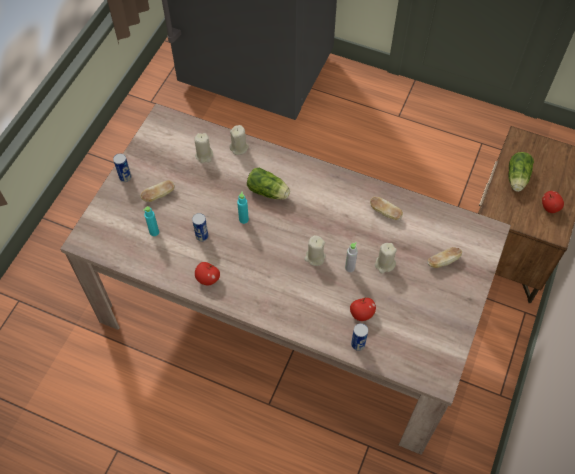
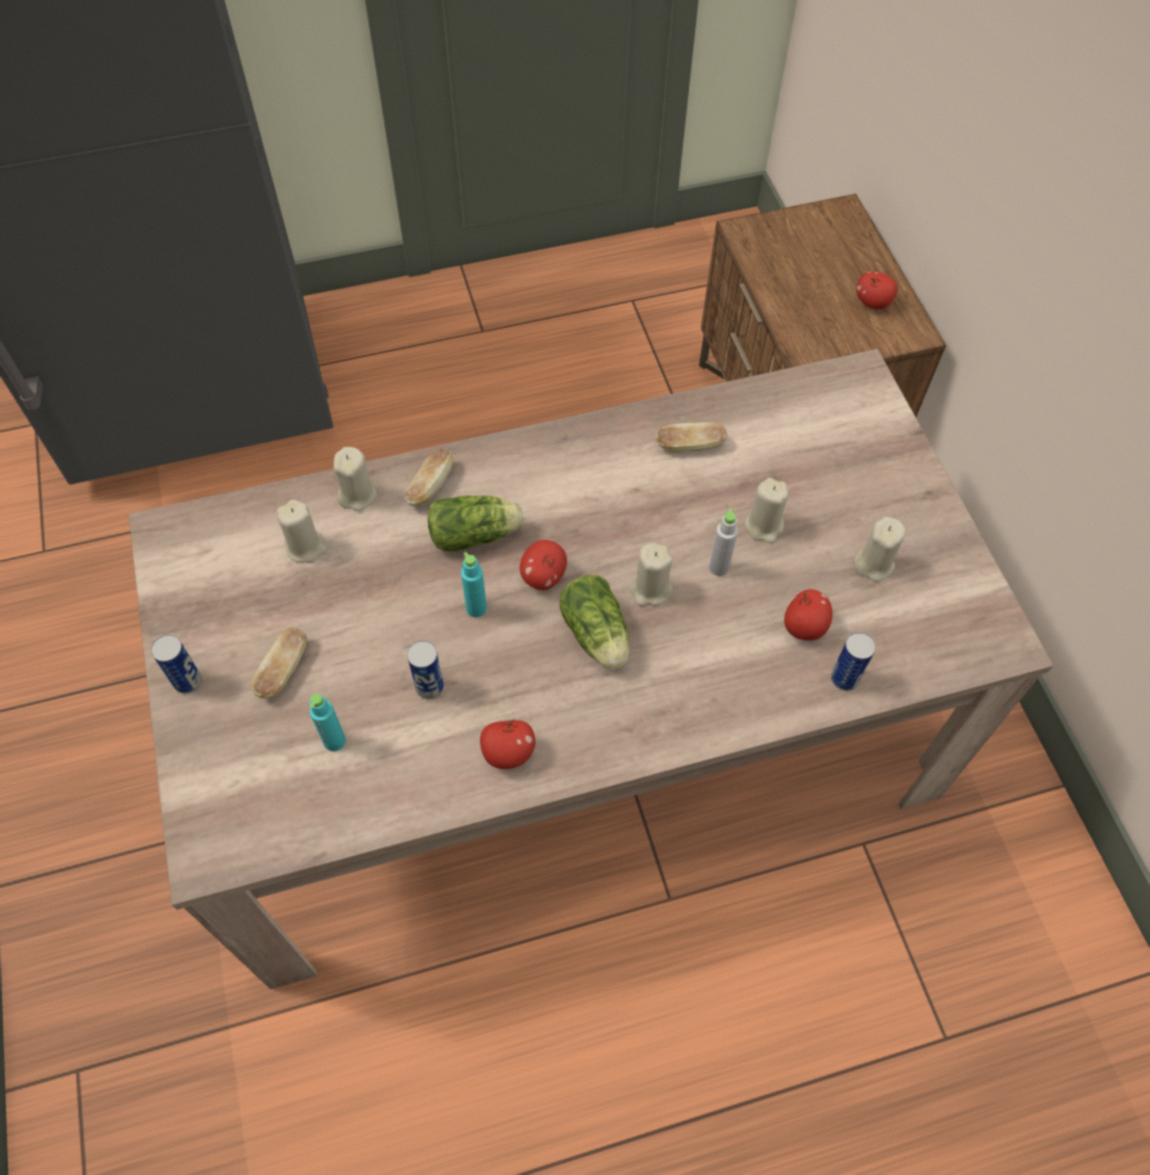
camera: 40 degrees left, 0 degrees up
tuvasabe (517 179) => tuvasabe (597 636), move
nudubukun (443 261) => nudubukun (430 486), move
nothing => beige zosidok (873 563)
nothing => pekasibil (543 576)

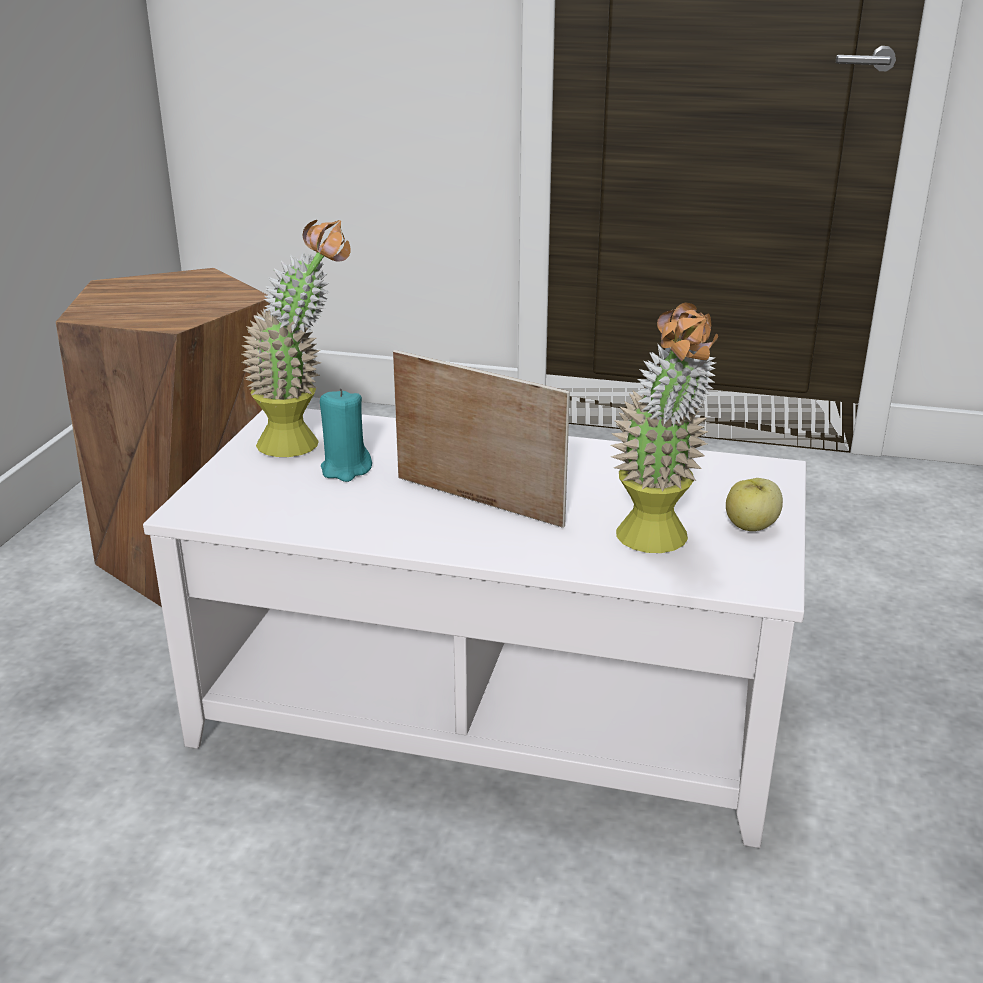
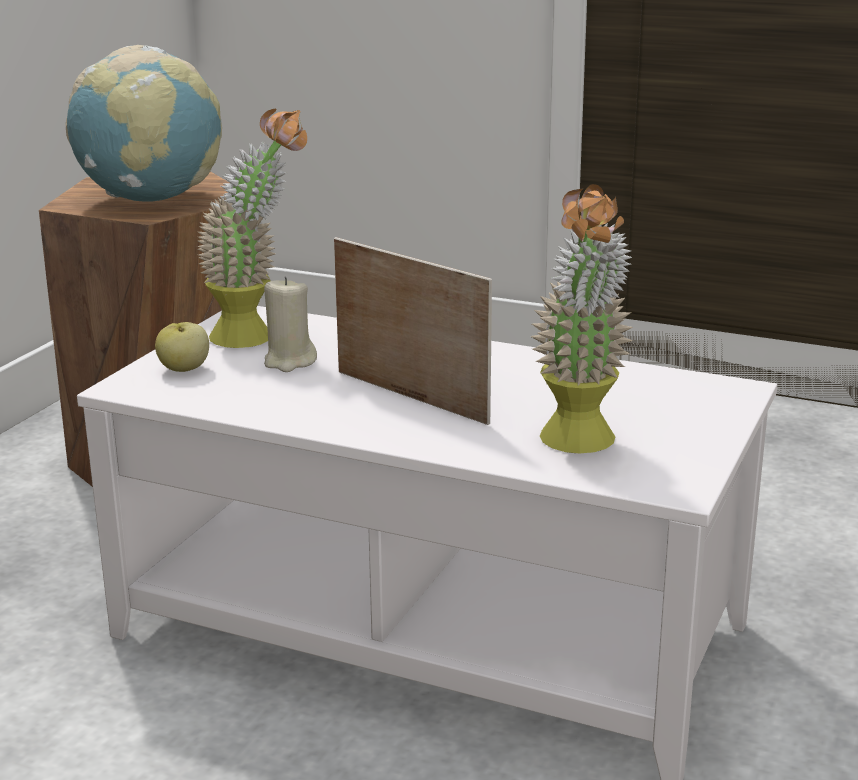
camera: 10 degrees right, 5 degrees down
turquoise zosidok (346 469) => beige zosidok (289 362)
pekasibil (751 527) => pekasibil (184 369), move
nothing => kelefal (151 200)

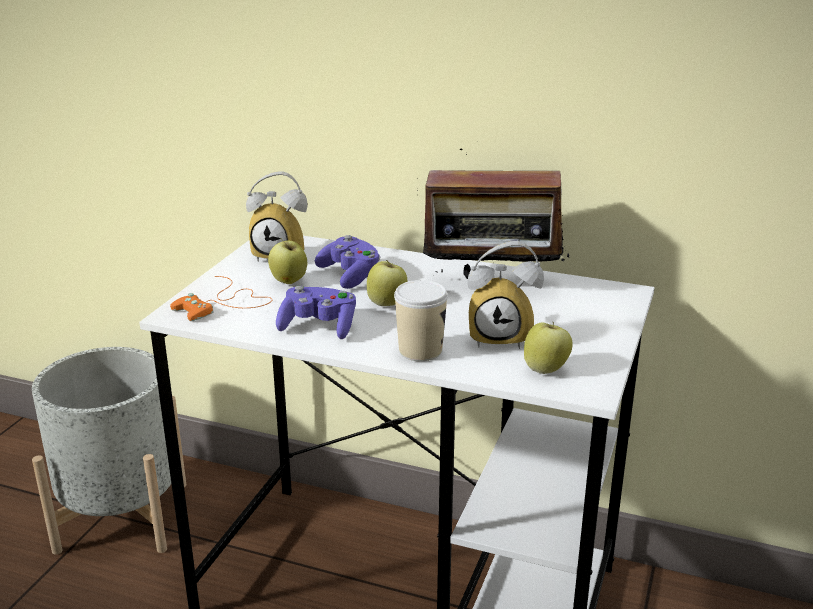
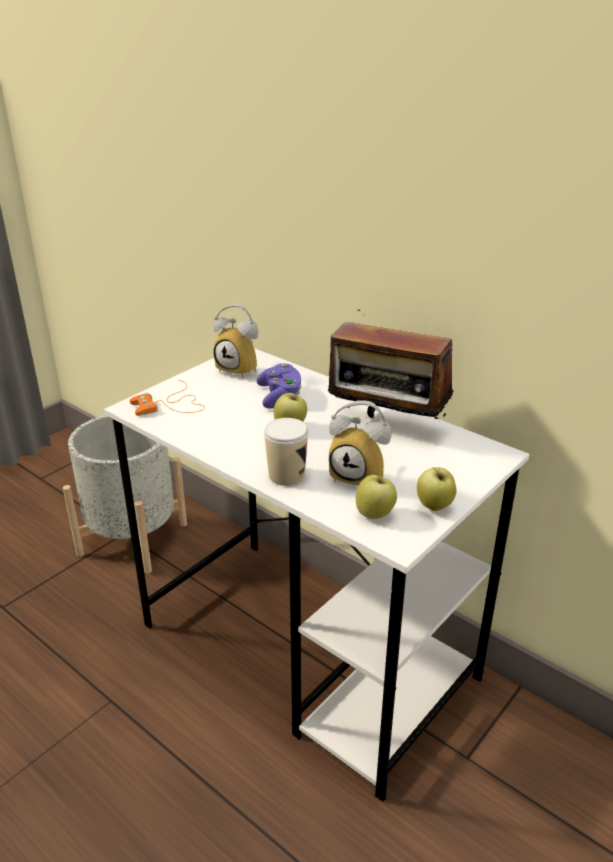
camera: 20 degrees right, 5 degrees up
pekasibil (289 282) => pekasibil (434 507), move
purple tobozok (319 327) => nothing

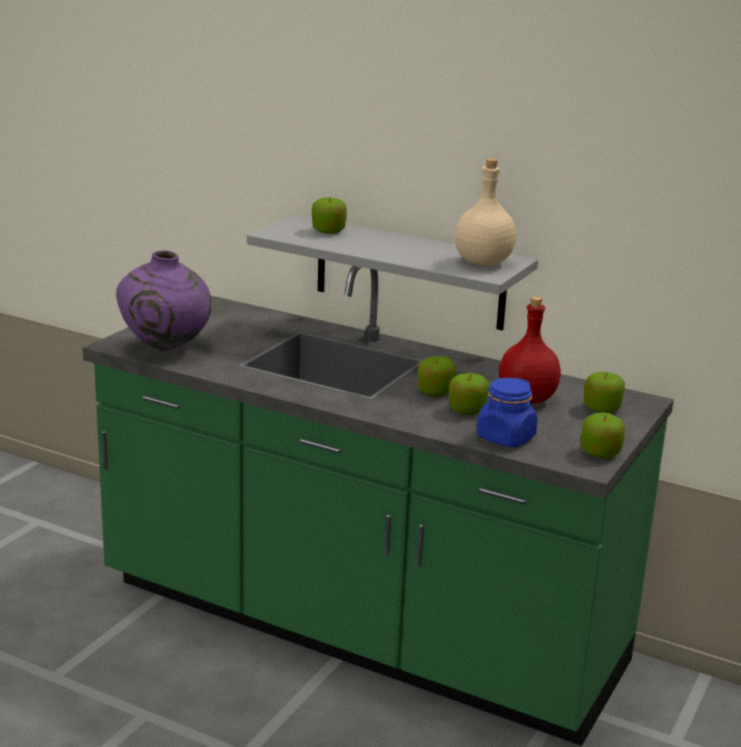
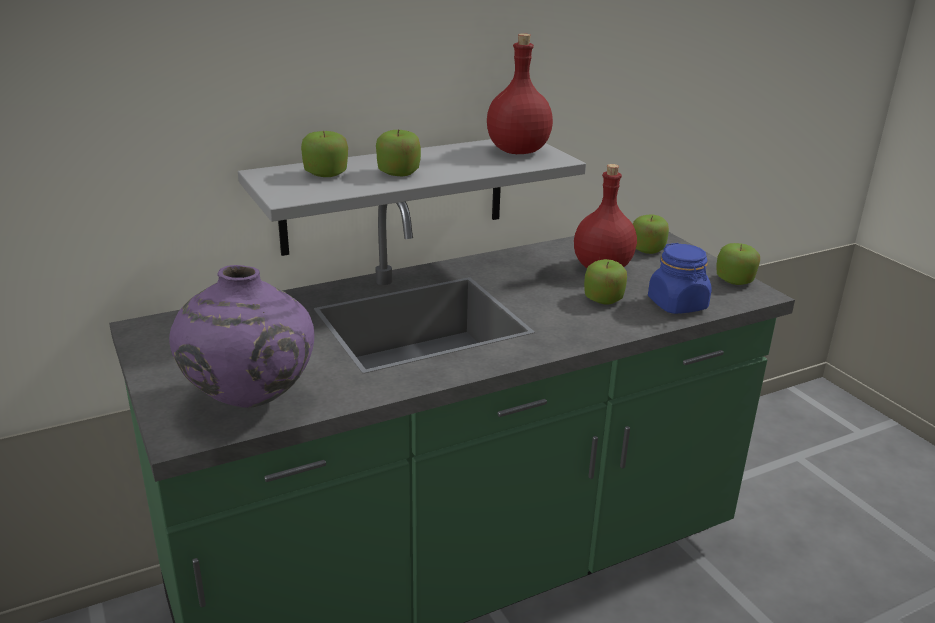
camera: 55 degrees left, 5 degrees up
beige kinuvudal (484 263) => red kinuvudal (519 151)
pekasibil (435 392) => pekasibil (398 172), move

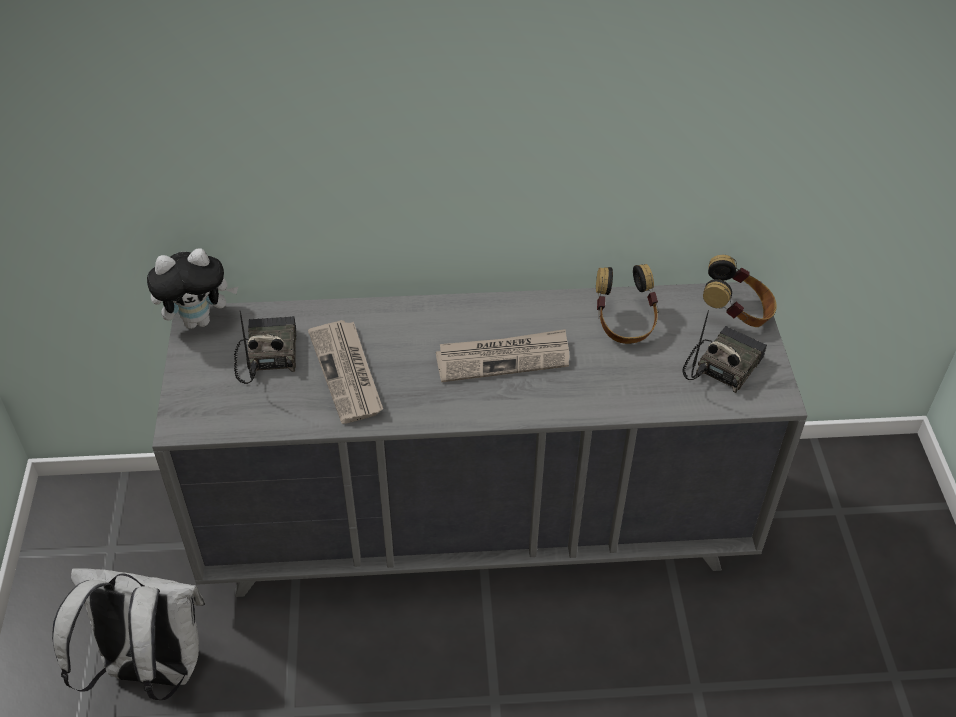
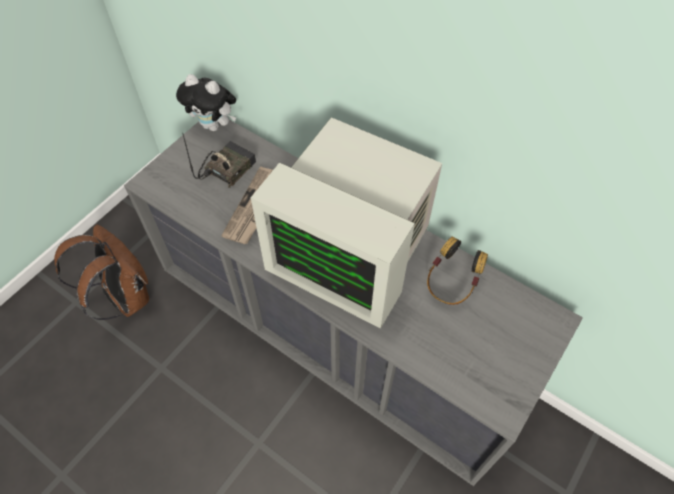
camera: 40 degrees right, 10 degrees up
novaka (736 313) => nothing
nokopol (722 365) => nothing
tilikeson (503 358) => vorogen (351 257)
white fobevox (150 669) => brown fobevox (124 297)

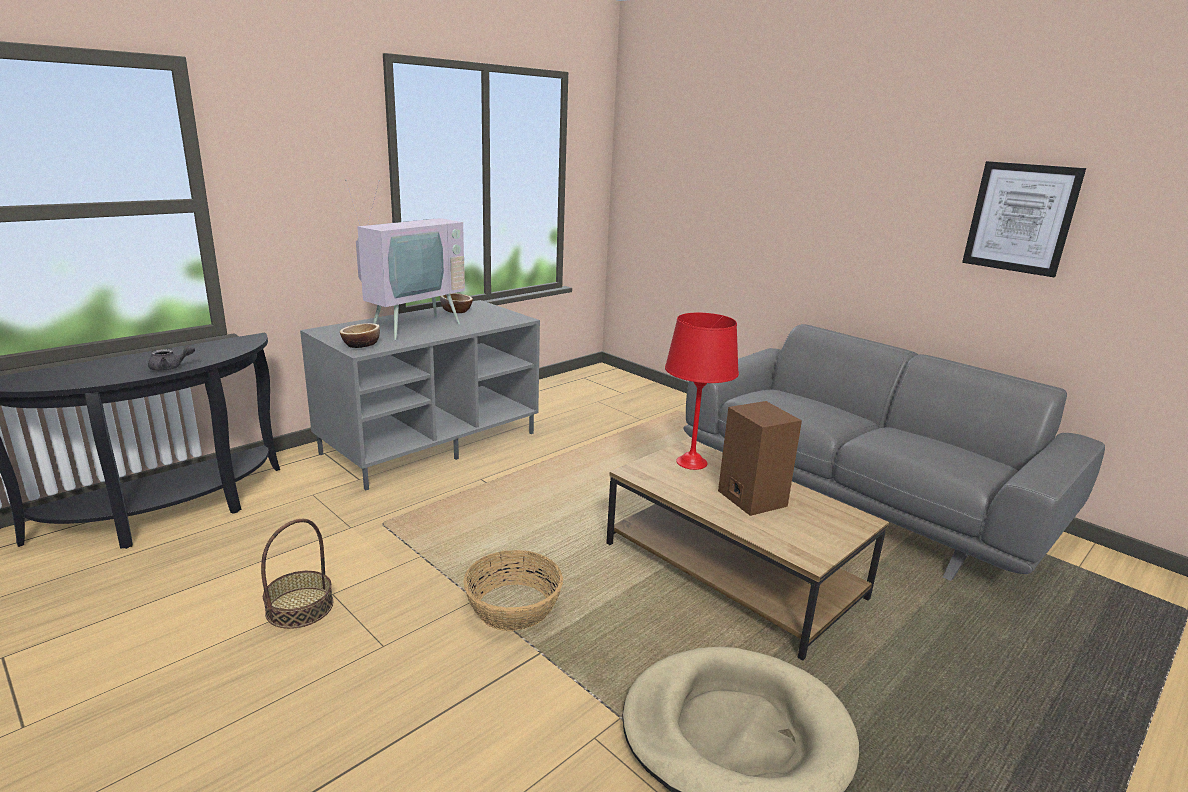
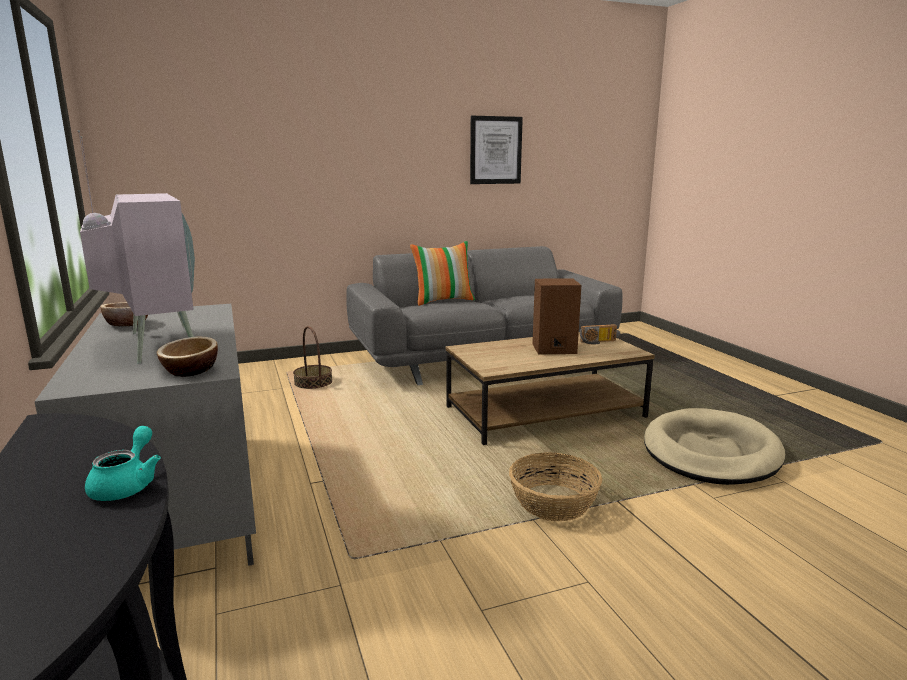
camera: 65 degrees left, 5 degrees down
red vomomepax (691 462) => nothing
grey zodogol (170 368) => turquoise zodogol (127 484)
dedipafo (299 607) => dedipafo (313 383), move
nothing => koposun (443 301)
nothing => nokopol (598 342)

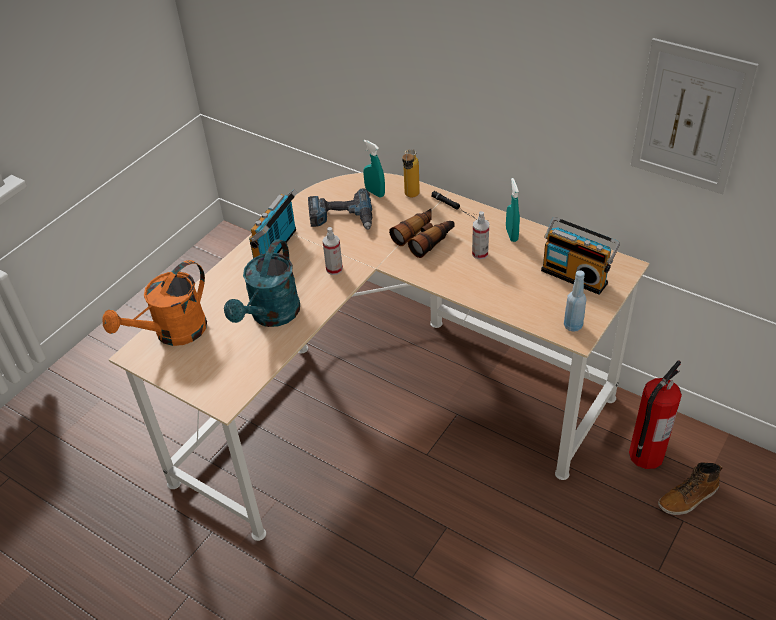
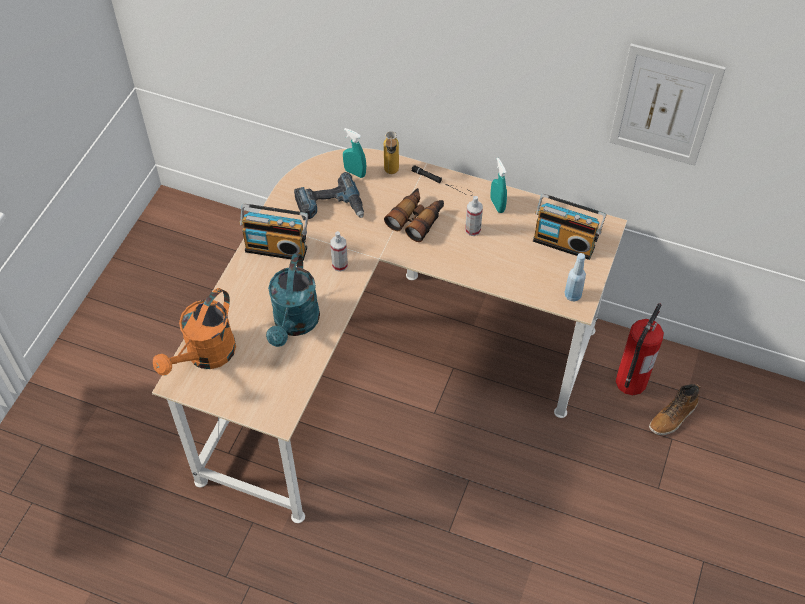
camera: 15 degrees left, 10 degrees up
nokopol (277 247), 90 degrees counterclockwise

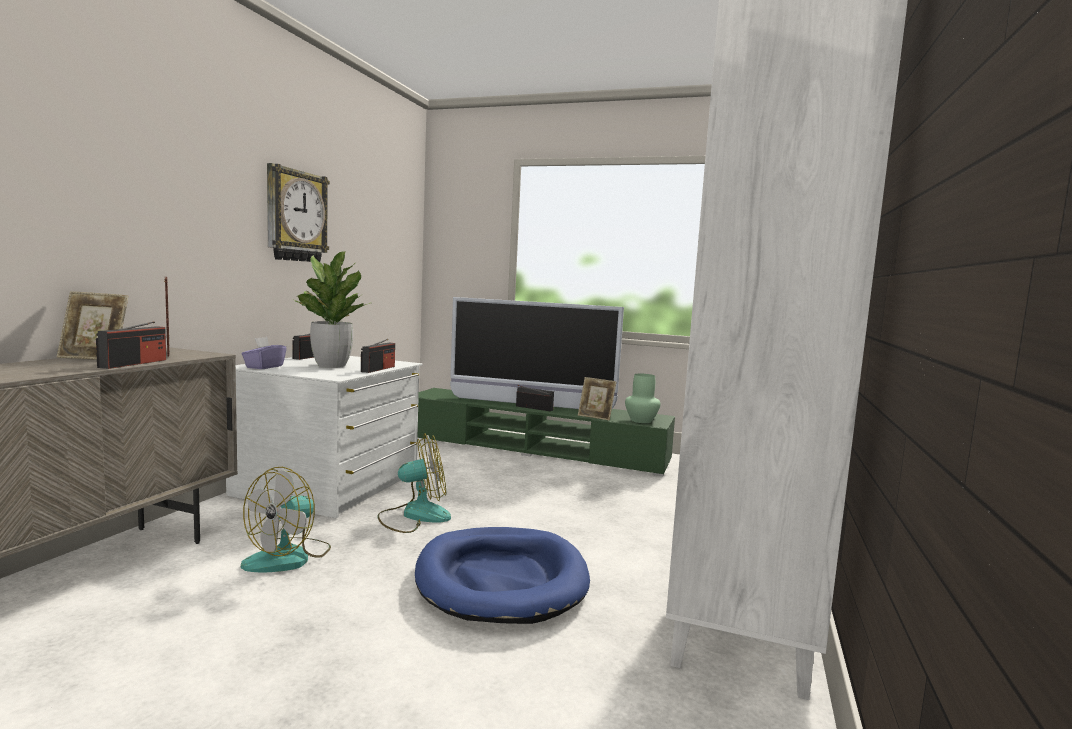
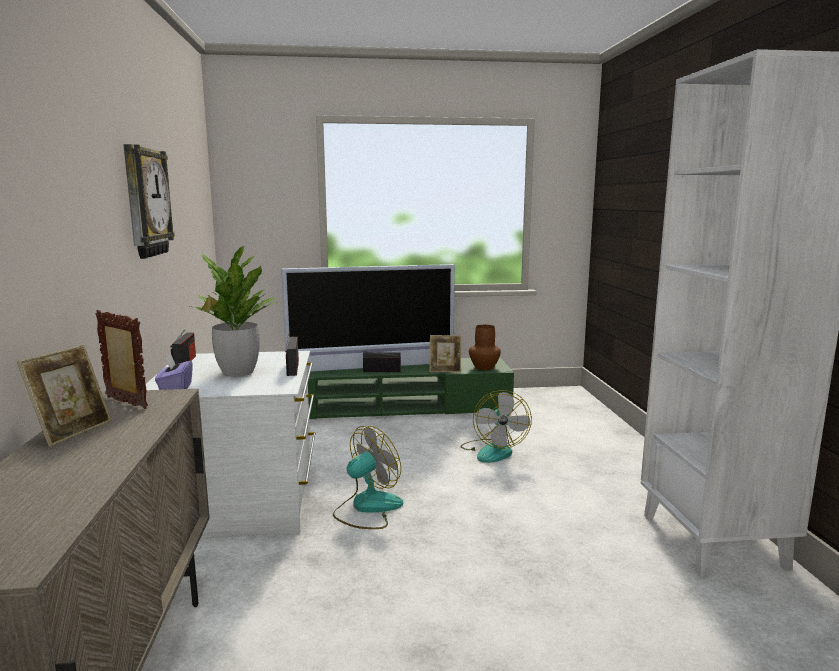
camera: 25 degrees left, 5 degrees up
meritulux (94 358) => meritulux (72 432), 45 degrees counterclockwise
nokopol (133 363) => nothing
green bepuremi (641 420) => brown bepuremi (484 367)
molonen (289 557) => molonen (493 450), move
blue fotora (501 579) => nothing

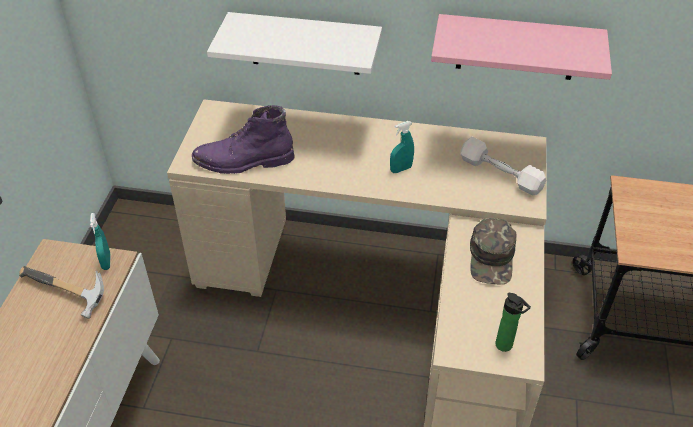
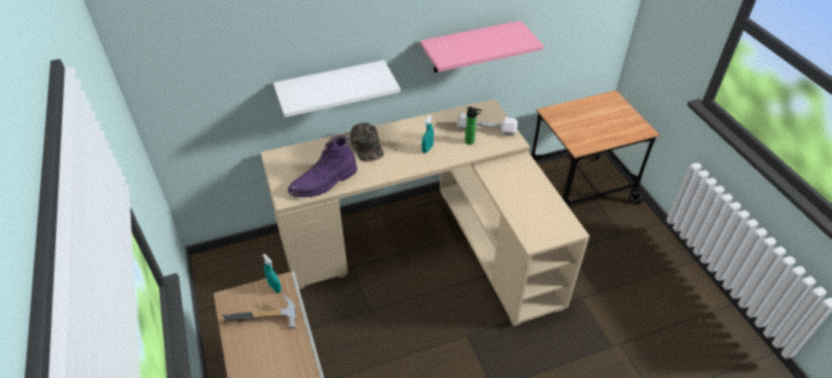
camera: 30 degrees left, 0 degrees up
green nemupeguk (492 257) => green nemupeguk (367 146), move
kinuvudal (506 346) => kinuvudal (471 142), move

